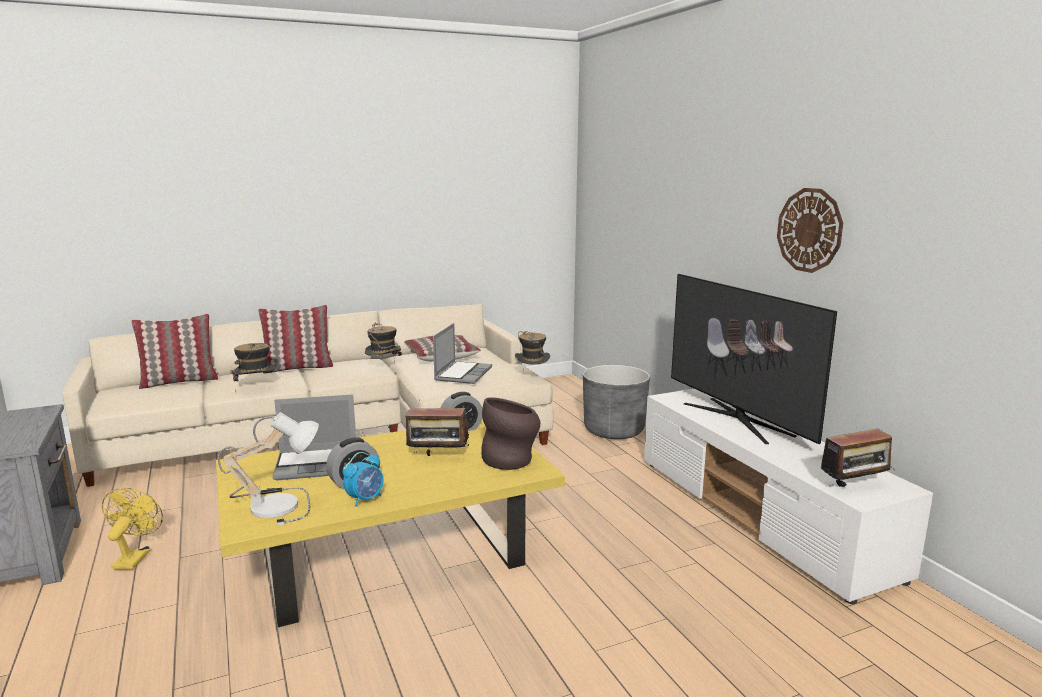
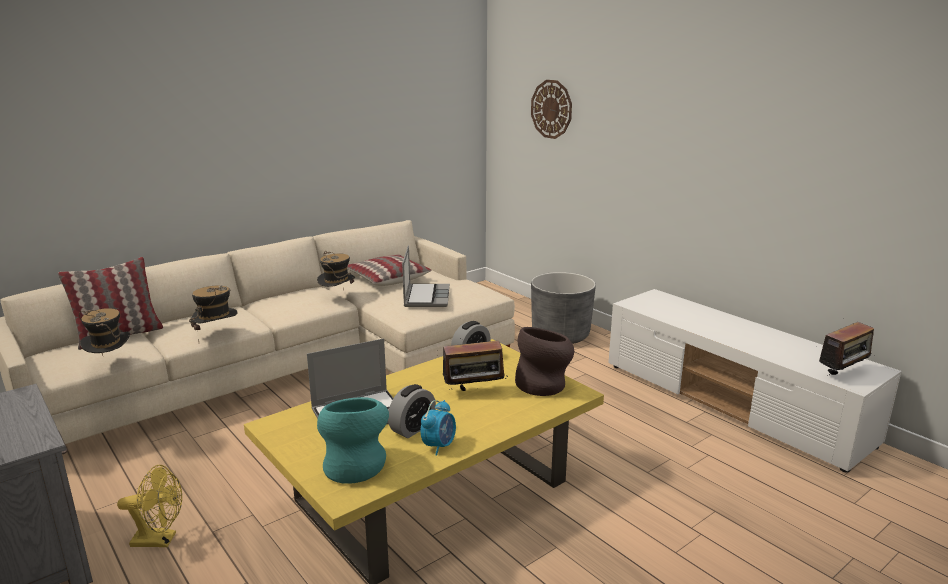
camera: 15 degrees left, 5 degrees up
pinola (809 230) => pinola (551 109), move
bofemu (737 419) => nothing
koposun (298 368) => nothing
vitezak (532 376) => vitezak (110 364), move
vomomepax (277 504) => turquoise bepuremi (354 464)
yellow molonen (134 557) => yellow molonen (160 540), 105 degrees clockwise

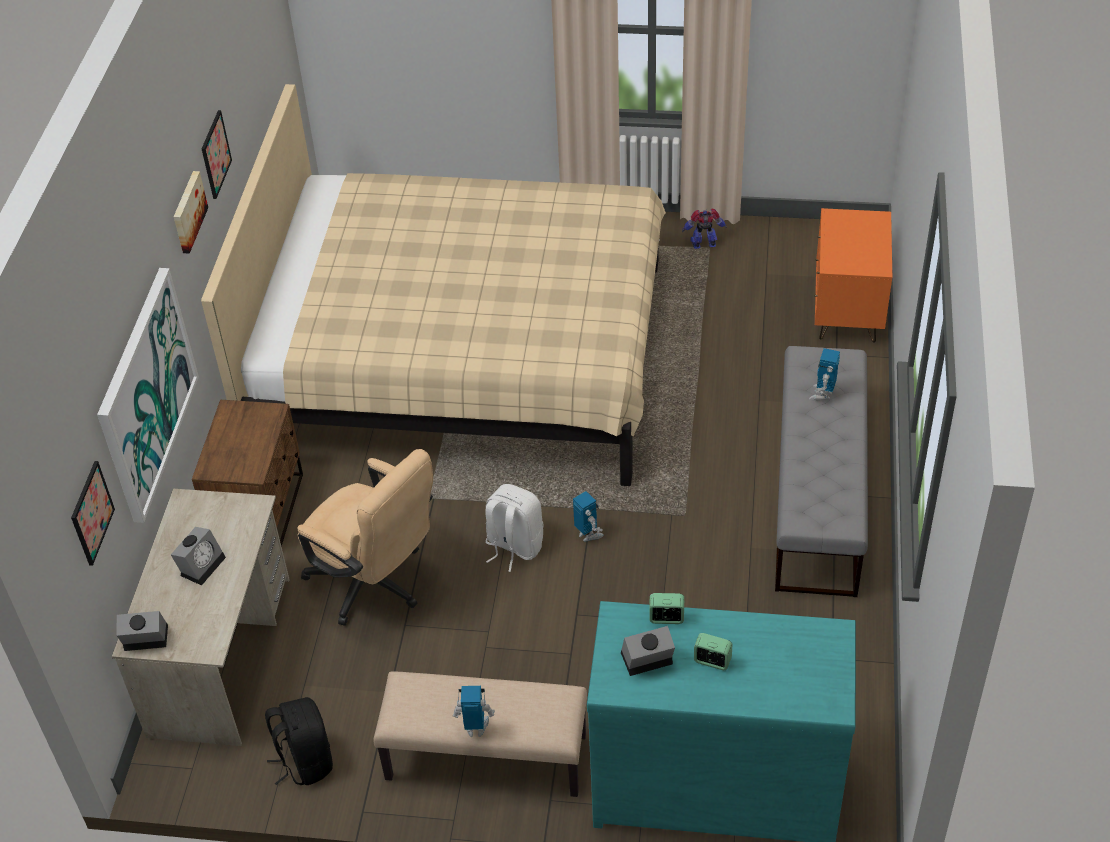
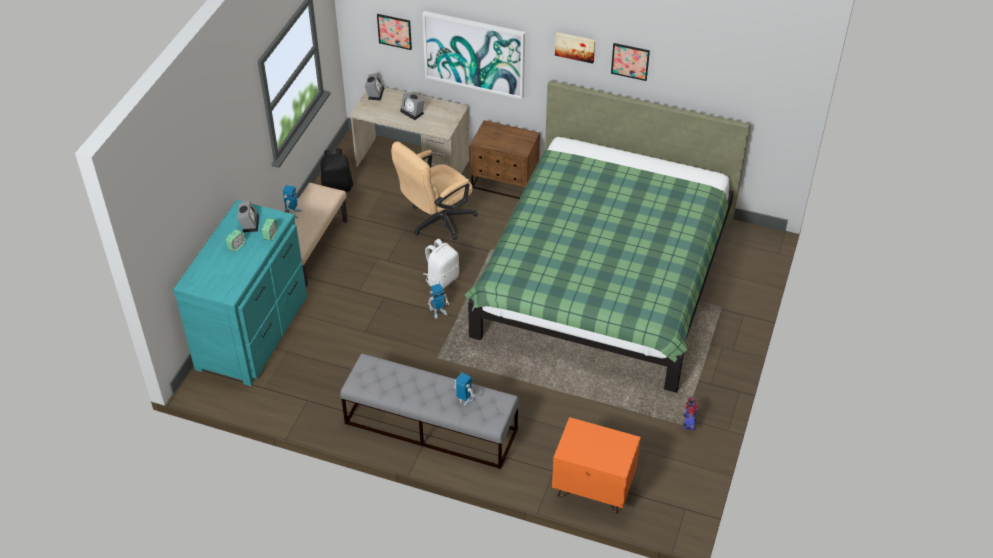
camera: 100 degrees right, 0 degrees up
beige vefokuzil (463 357) => green vefokuzil (604 278)

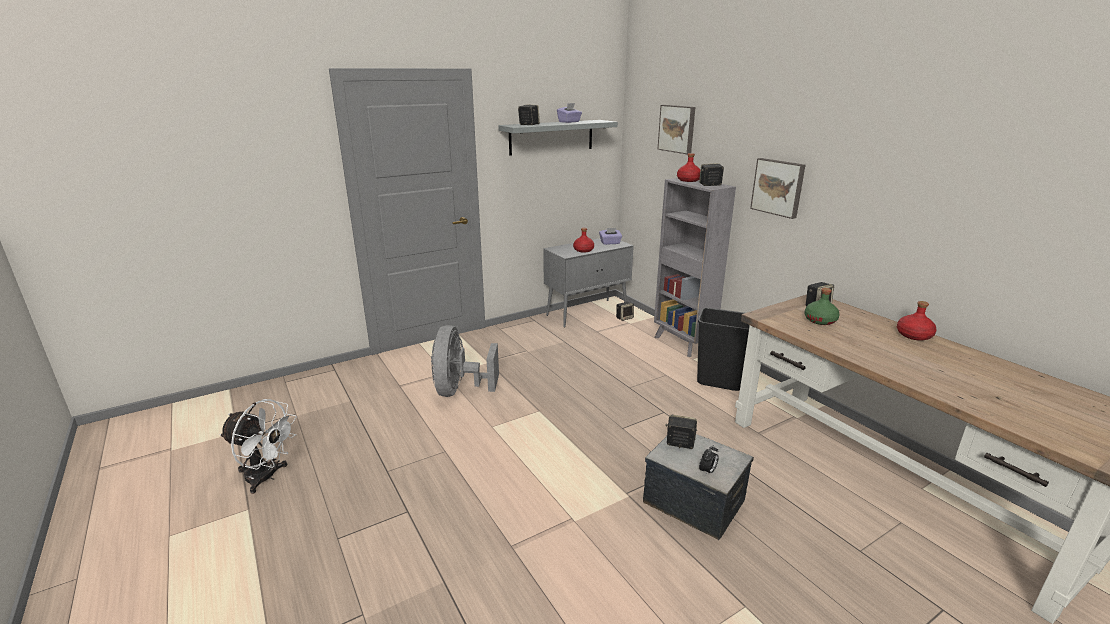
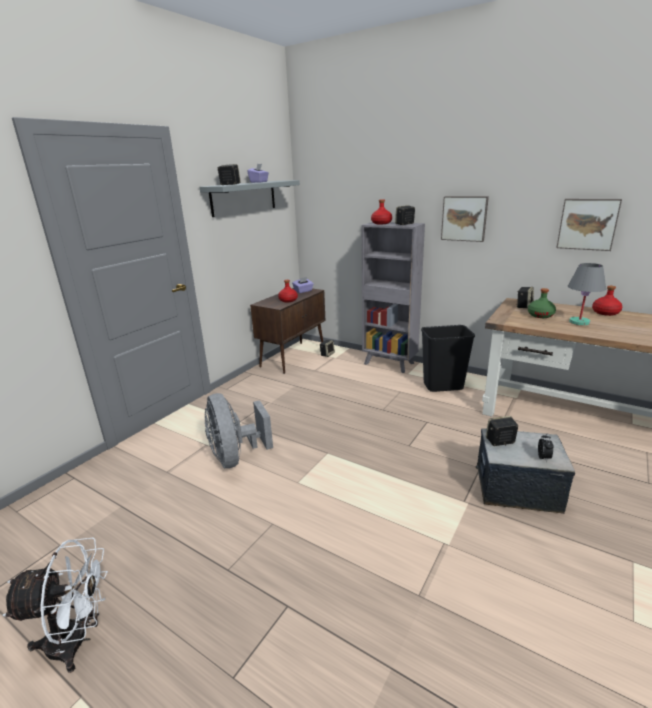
camera: 25 degrees left, 0 degrees up
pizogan (677 129) => pizogan (588 224), move
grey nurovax (587 313) => brown nurovax (293 357)
nothing => grey vomomepax (579 322)

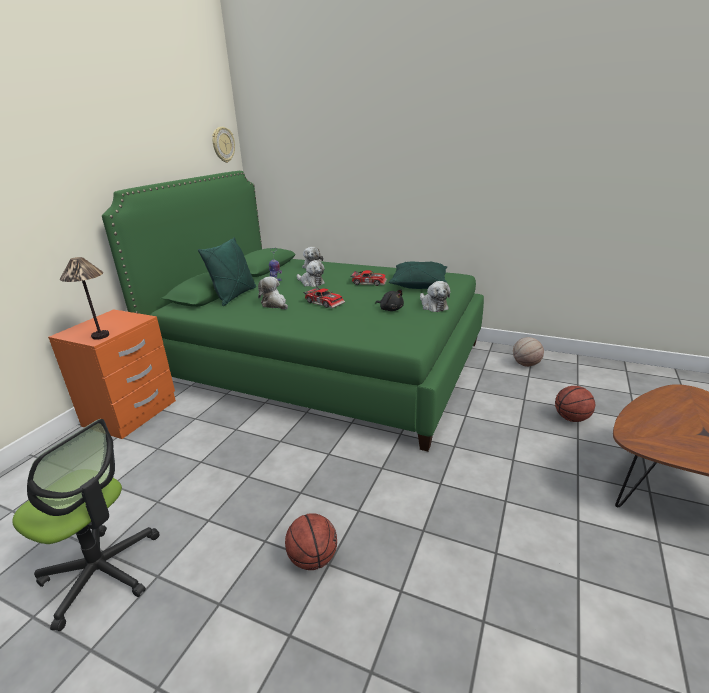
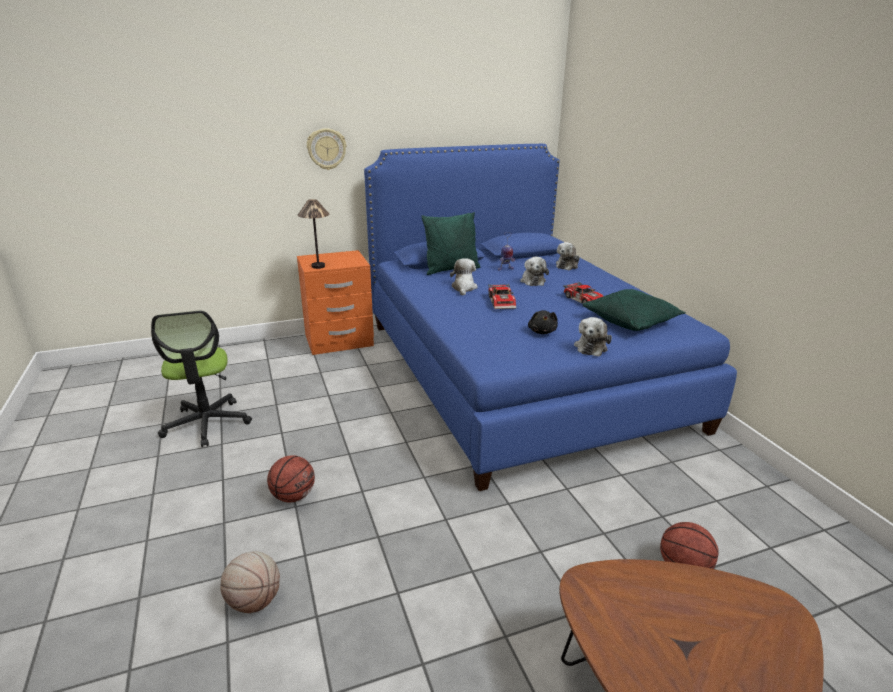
camera: 45 degrees right, 0 degrees up
pinola (223 144) => pinola (326 149), move
green vefokuzil (322 363) => blue vefokuzil (517 371)
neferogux (525 364) => neferogux (254 601), move

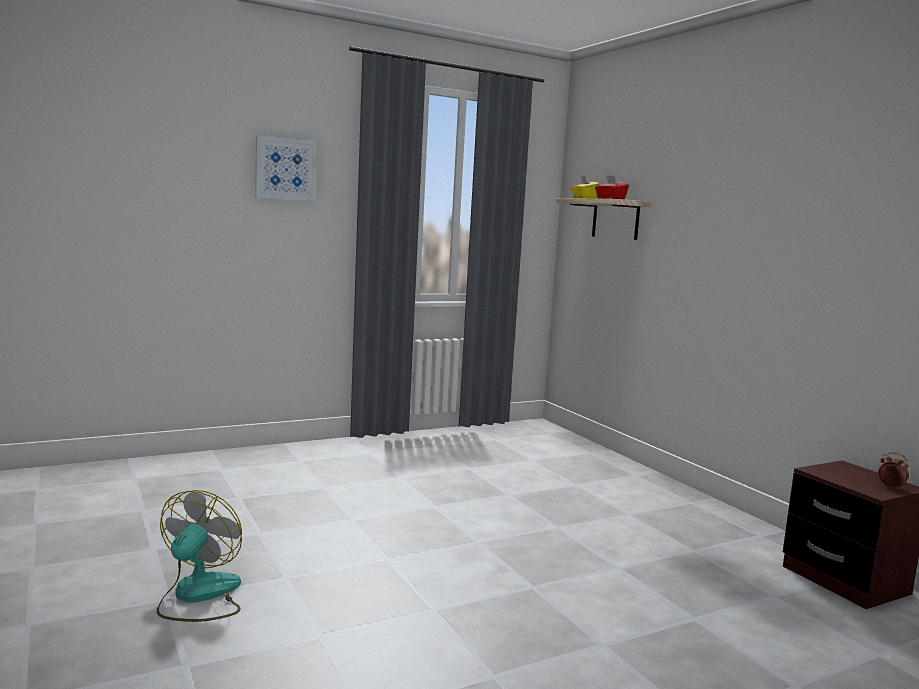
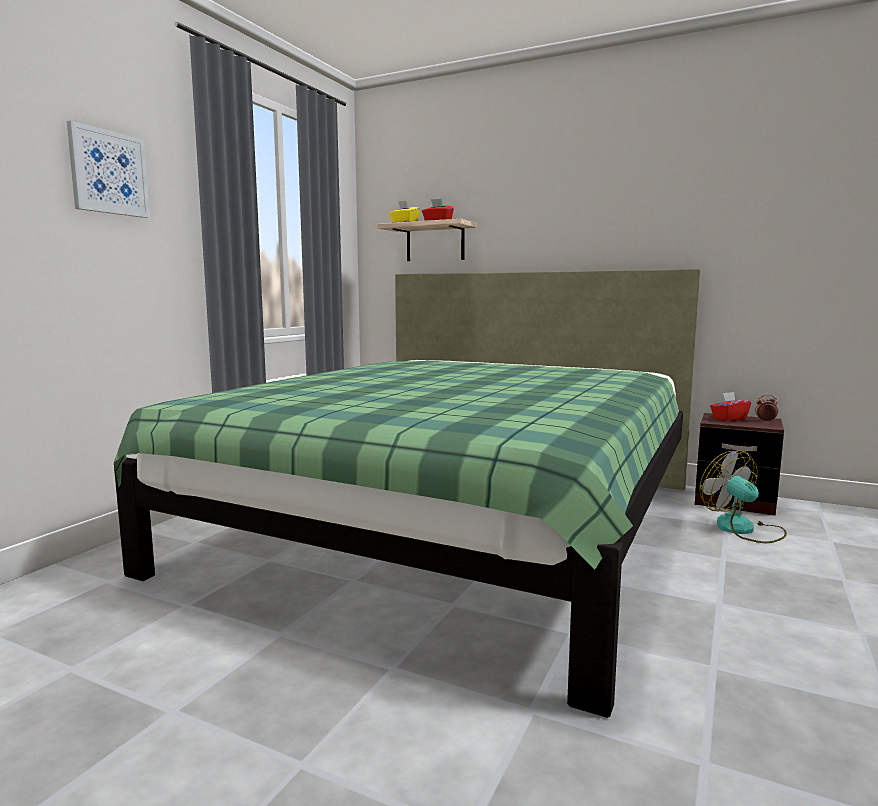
camera: 35 degrees left, 0 degrees up
molonen (198 596) => molonen (743 529), move
nothing => green vefokuzil (454 524)
nothing => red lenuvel (729 419)

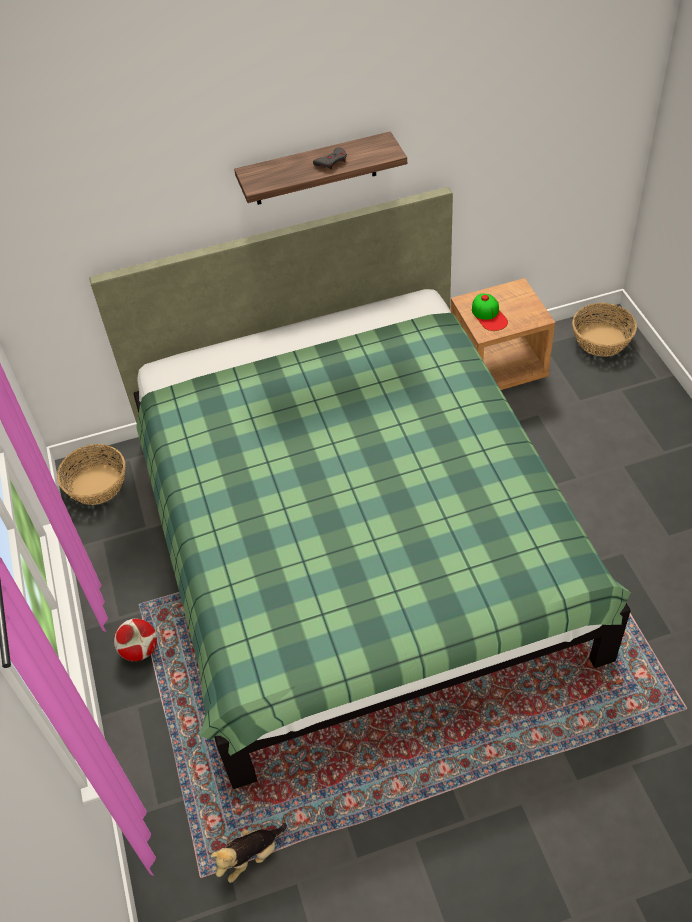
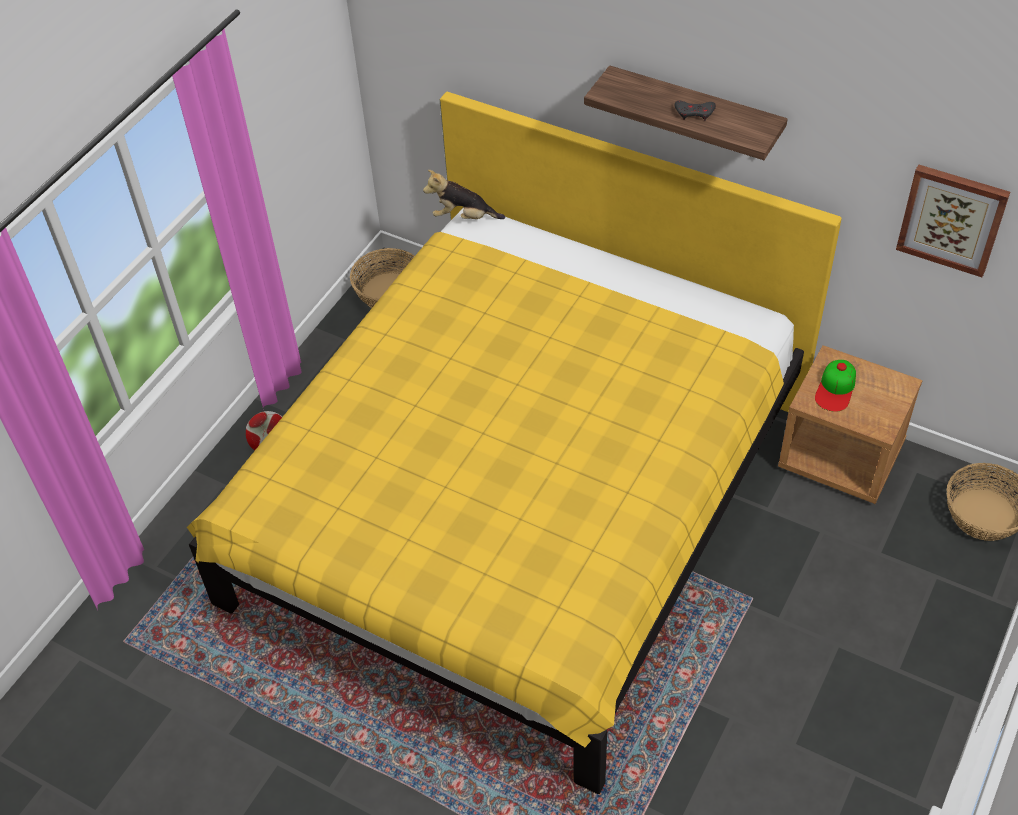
camera: 45 degrees right, 0 degrees up
green vefokuzil (354 542) => yellow vefokuzil (517 503)
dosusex (251 856) => dosusex (463 217), move
nothing => pizogan (952 219)

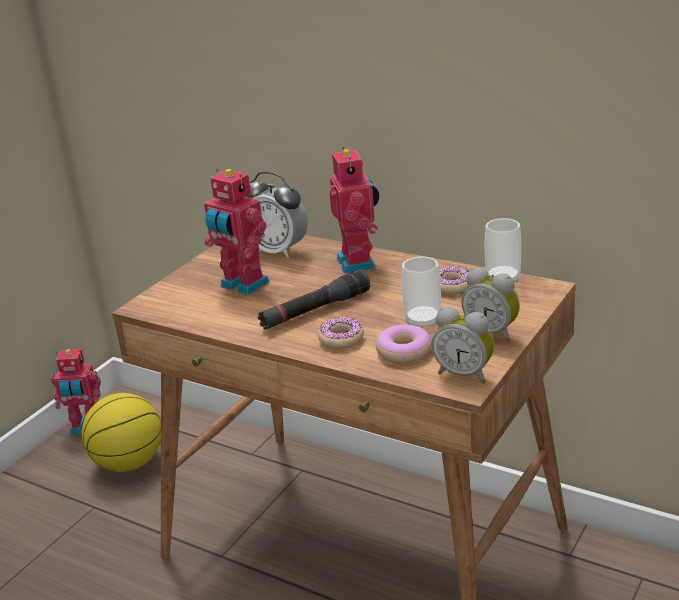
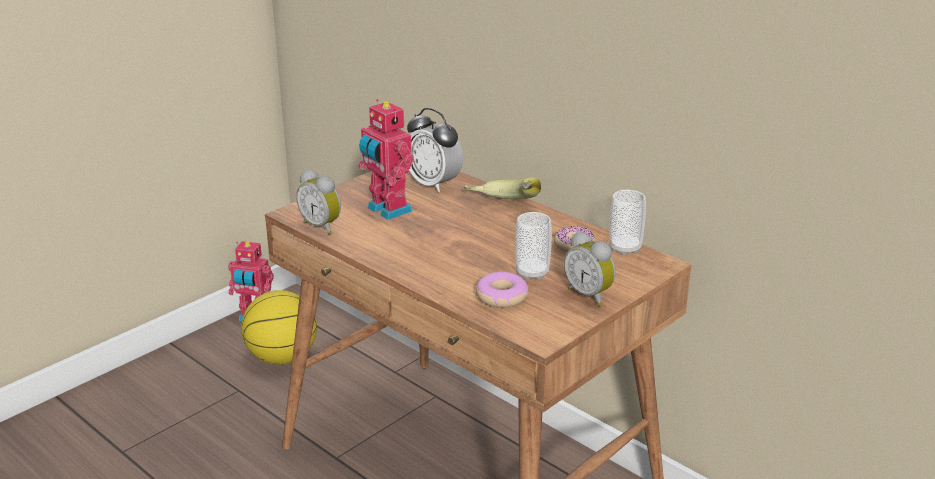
camera: 10 degrees right, 0 degrees up
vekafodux (359 262) => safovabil (501 208)
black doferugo (315 310) => nothing
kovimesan (465 374) => kovimesan (322 226), move
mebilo (341 339) => nothing

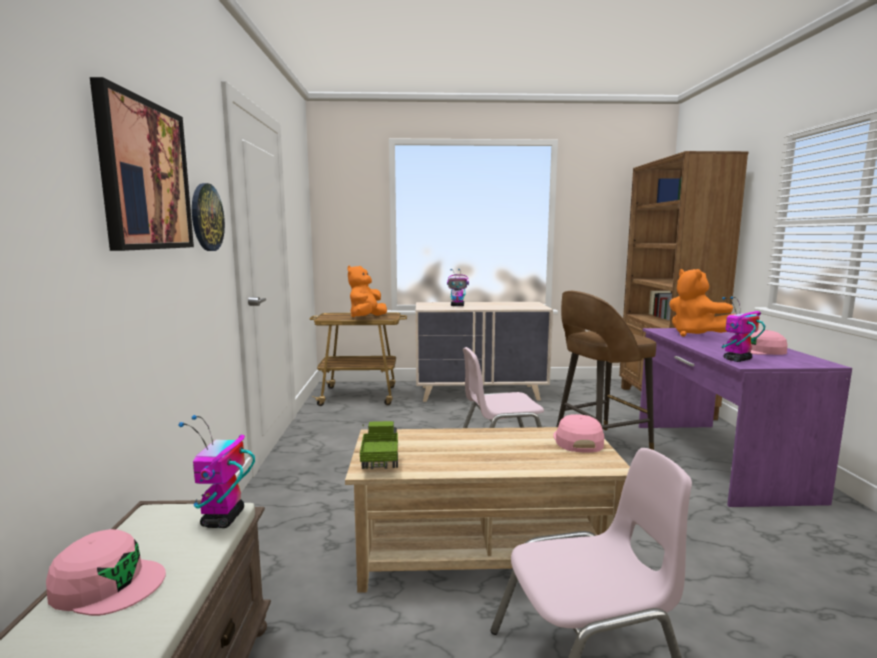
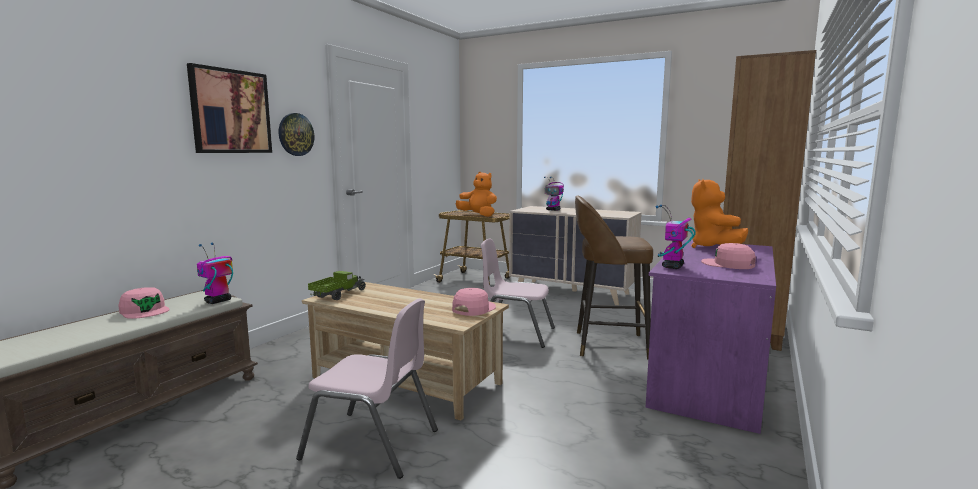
camera: 30 degrees right, 0 degrees up
orange dosusex (366 318) => orange dosusex (478 215), 75 degrees clockwise
vekafodux (737 360) => vekafodux (672 267), 60 degrees counterclockwise

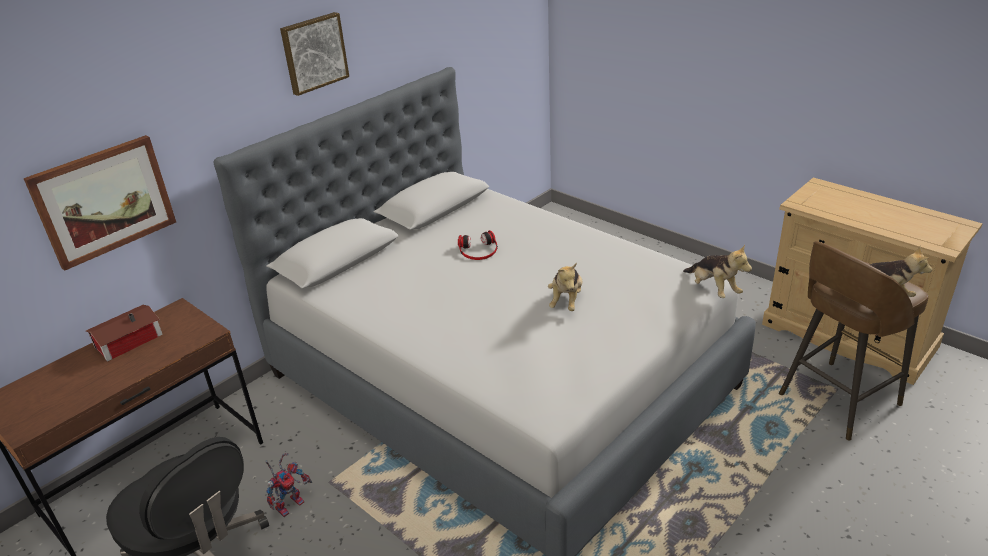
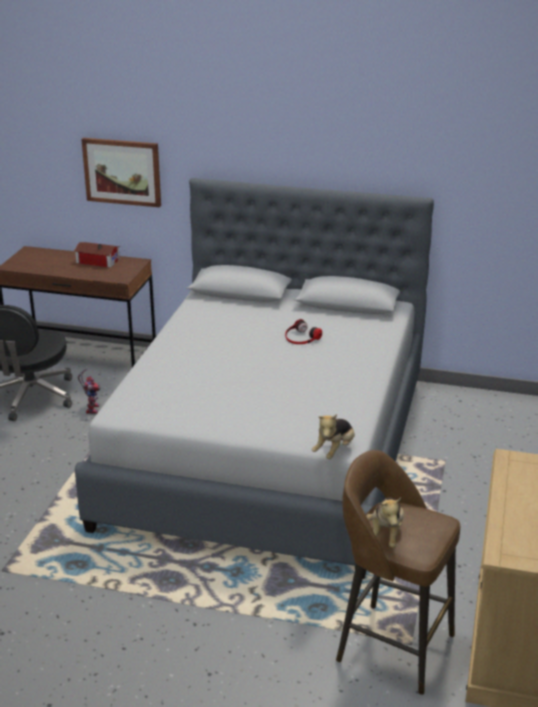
camera: 60 degrees right, 5 degrees down
pizogan (313 53) => nothing
dosusex (566 301) => nothing
vekafodux (290 502) => vekafodux (91 408), 105 degrees counterclockwise

